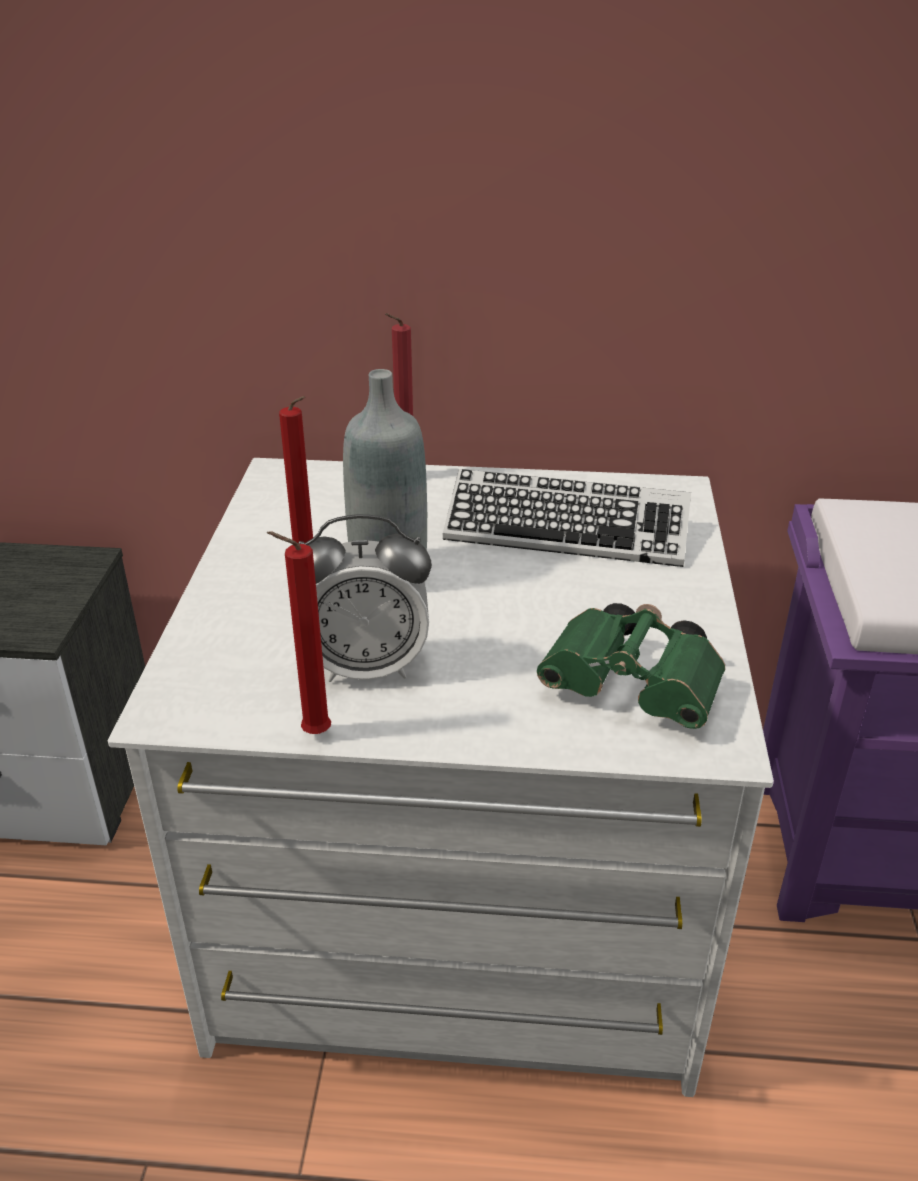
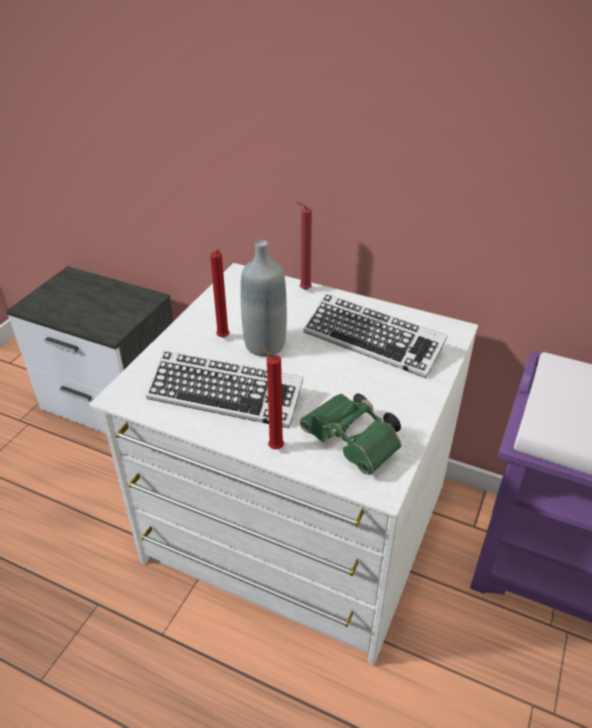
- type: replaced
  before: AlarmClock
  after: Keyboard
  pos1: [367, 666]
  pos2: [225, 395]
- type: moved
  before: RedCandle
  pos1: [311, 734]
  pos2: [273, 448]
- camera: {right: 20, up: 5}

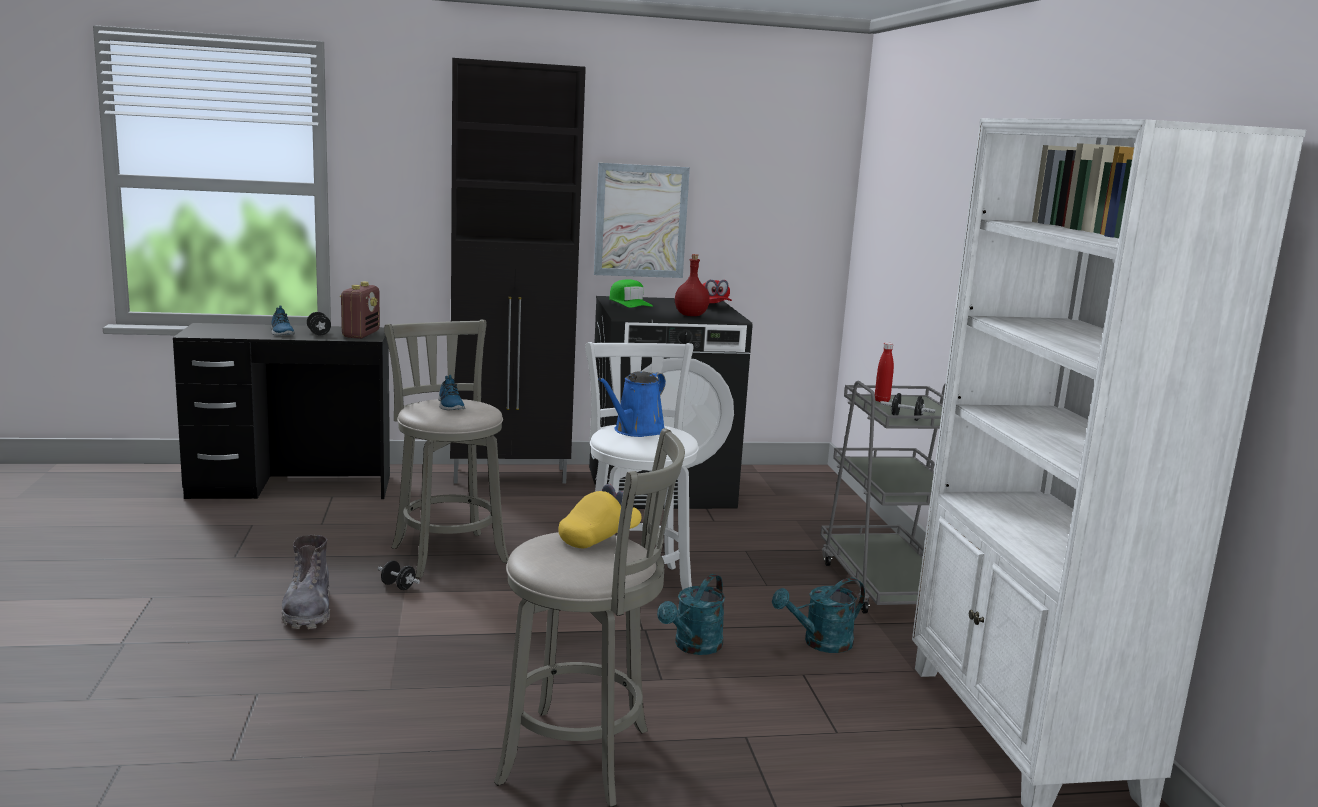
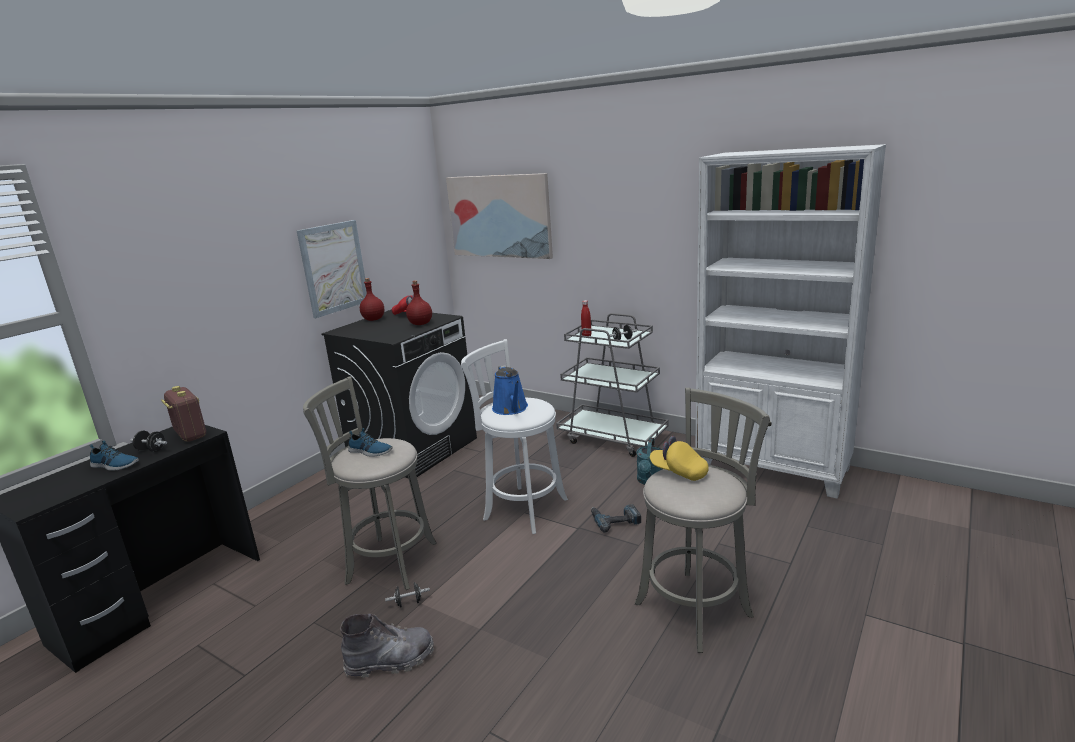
- type: turned
  before: GreyBoot
  pos1: [308, 610]
  pos2: [391, 661]
  turn: -45
- type: added
  after: RedBottle
  pos2: [373, 319]
- type: added
  after: Picture
  pos2: [500, 216]
- type: replaced
  before: TurquoiseWateringCan
  after: PowerDrill
  pos1: [693, 647]
  pos2: [615, 520]
- type: turned
  before: YellowCap
  pos1: [599, 538]
  pos2: [678, 472]
  turn: -60
- type: removed
  before: BlackCabinet
  pos1: [511, 476]
- type: removed
  before: GreenCap
  pos1: [629, 303]
- camera: {right: -45, up: 5}

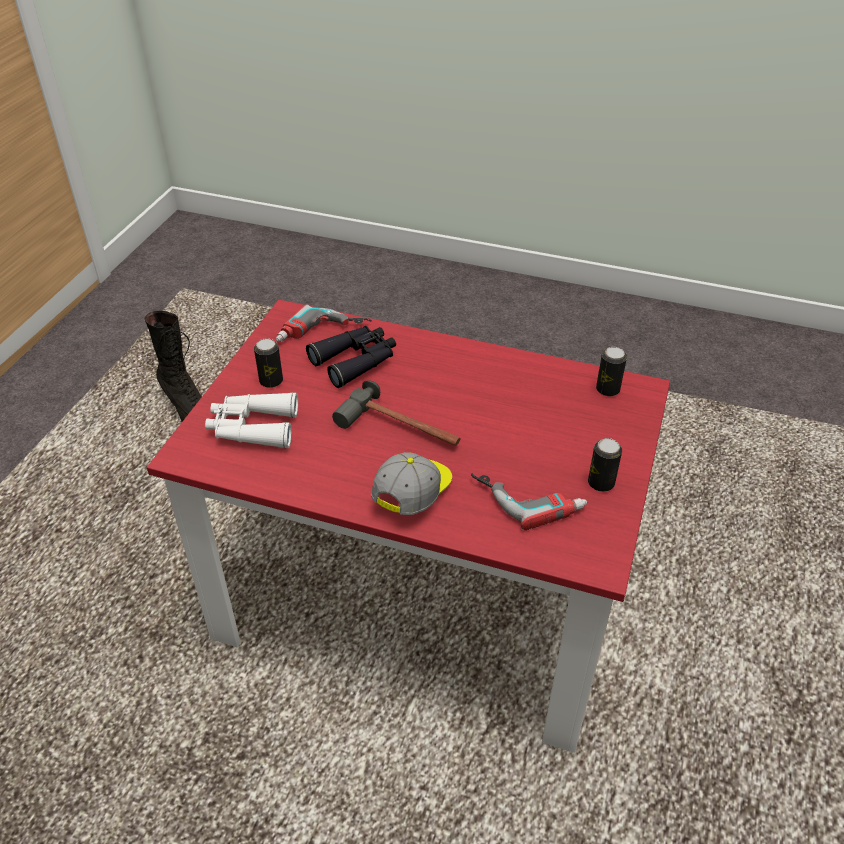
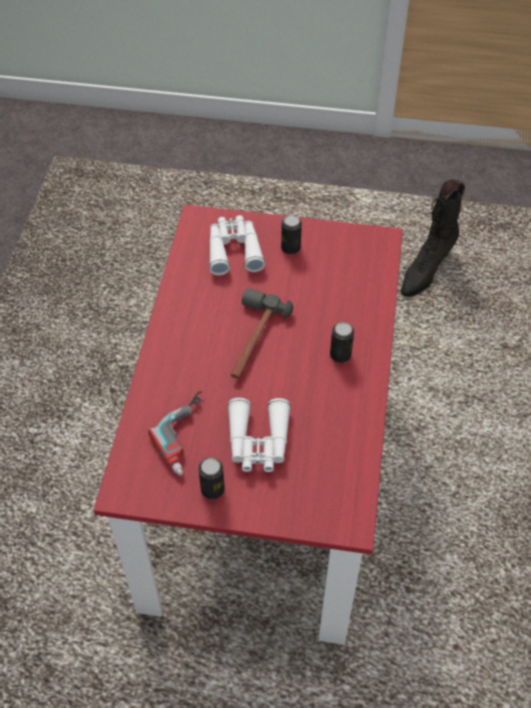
- type: added
  after: WhiteBinoculars
  pos2: [258, 442]
- type: moved
  before: Can
  pos1: [607, 389]
  pos2: [340, 355]
- type: removed
  before: PowerDrill
  pos1: [322, 335]
- type: removed
  before: BlackBinoculars
  pos1: [356, 361]
- type: removed
  before: Cap
  pos1: [414, 494]
- camera: {right: 80, up: 10}

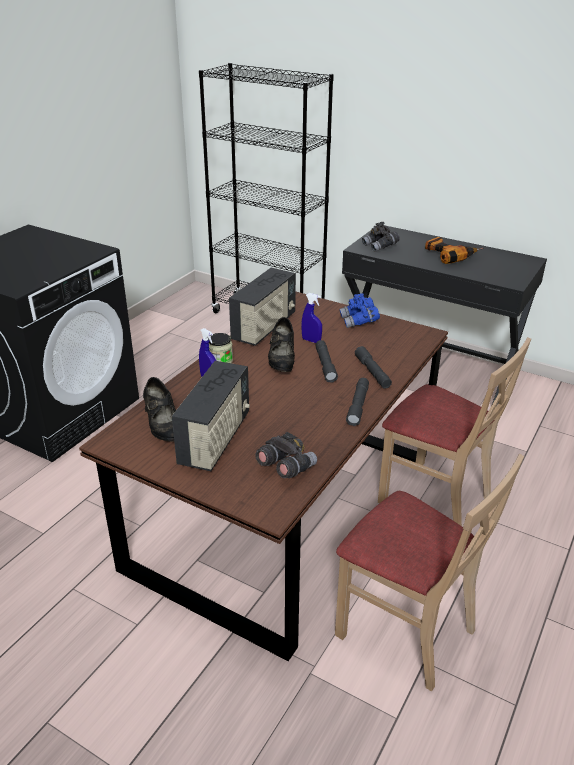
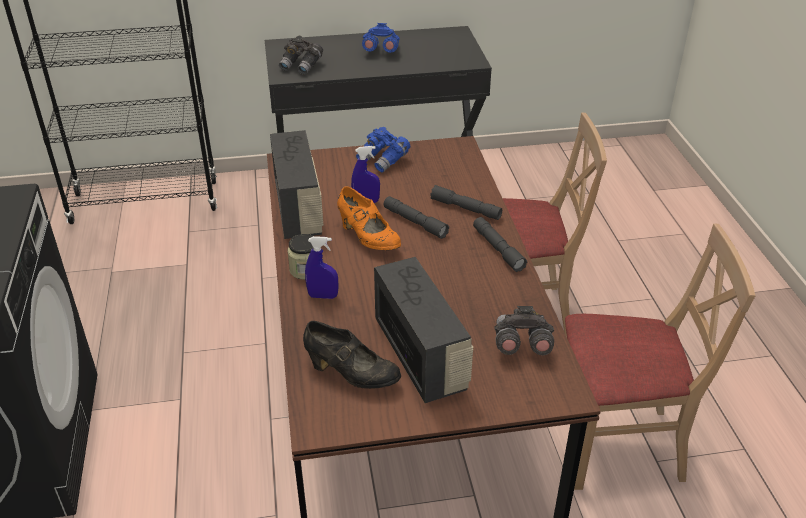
- type: recoloured
  before: BlackShoe
  after: OrangeShoe
  pos1: [282, 361]
  pos2: [368, 238]
- type: replaced
  before: PowerDrill
  after: BlueBinoculars
  pos1: [450, 255]
  pos2: [381, 52]
- camera: {right: -40, up: 5}

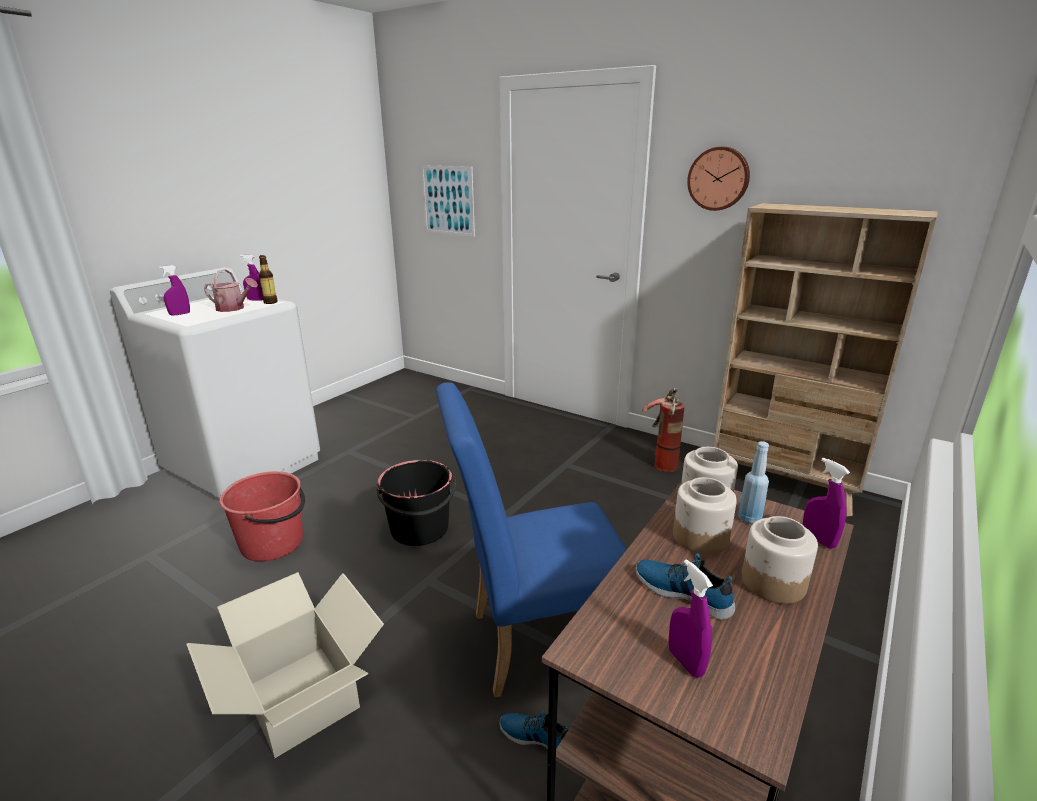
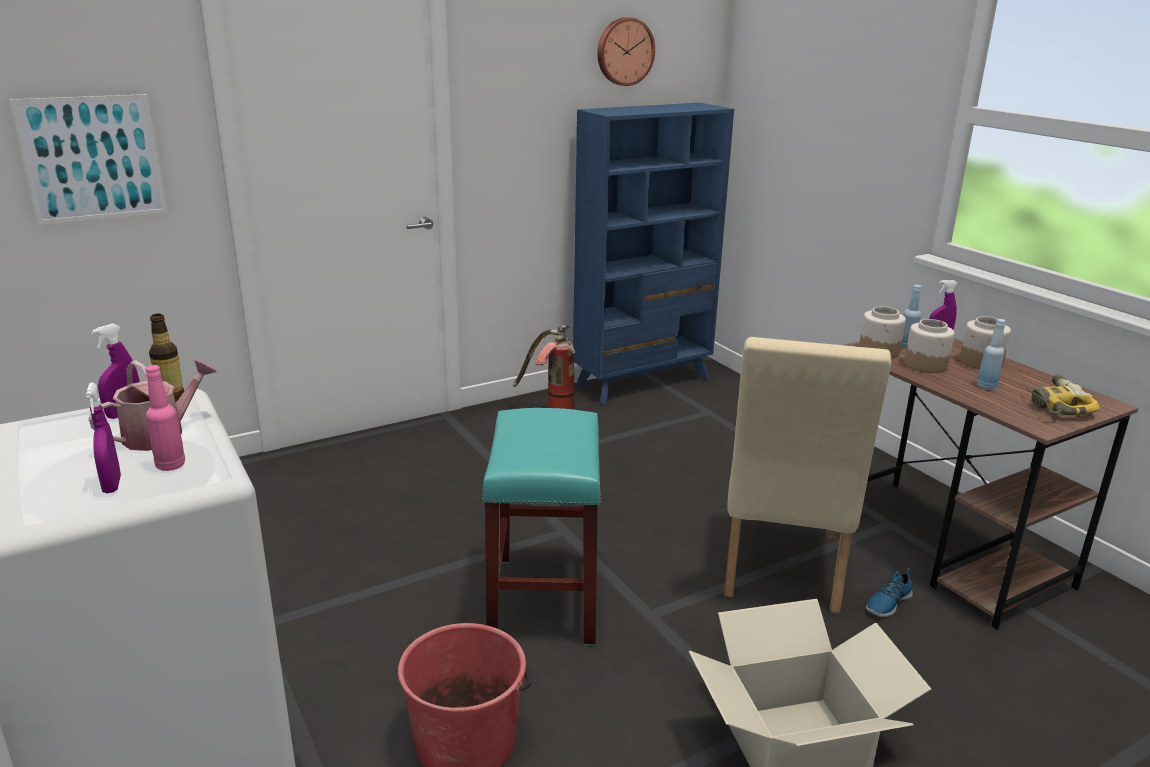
- type: added
  after: PinkBottle
  pos2: [170, 465]
- type: replaced
  before: BlackBucket
  after: TurquoiseStool
  pos1: [420, 529]
  pos2: [545, 600]
- type: recoloured
  before: BeigeBookcase
  after: BlueBookcase
  pos1: [784, 484]
  pos2: [643, 382]
- type: moved
  before: WallClock
  pos1: [719, 178]
  pos2: [624, 51]
- type: recoloured
  before: BlueChair
  after: BeigeChair
  pos1: [534, 641]
  pos2: [780, 572]
- type: replaced
  before: Shoe
  after: BlueBottle
  pos1: [683, 592]
  pos2: [986, 386]
- type: replaced
  before: PurpleSprayBottle
  after: PowerDrill
  pos1: [685, 662]
  pos2: [1053, 404]
- camera: {right: -65, up: 0}

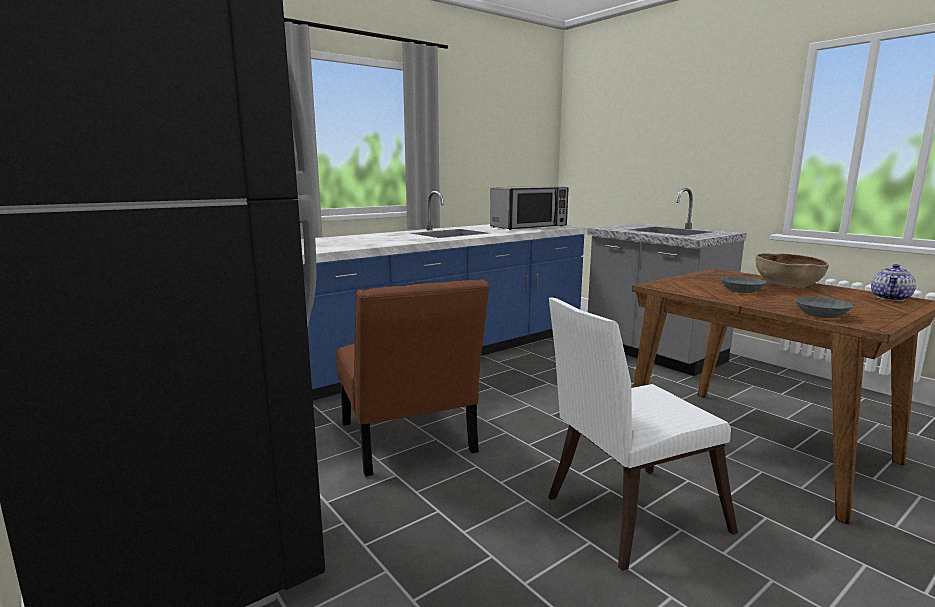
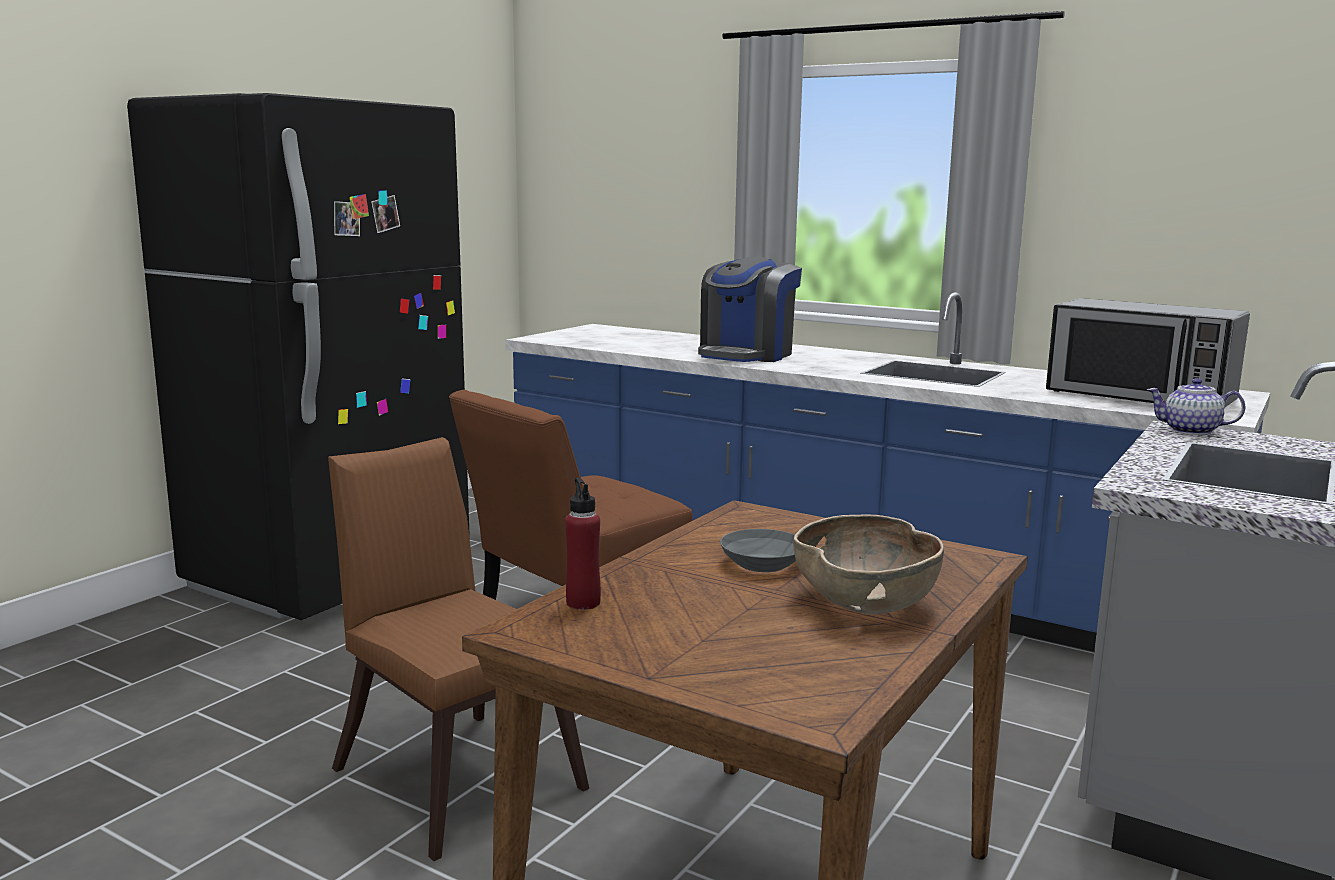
- type: recoloured
  before: WhiteChair
  after: BrownChair
  pos1: [626, 516]
  pos2: [453, 772]
- type: replaced
  before: GreyBowl
  after: RedBottle
  pos1: [820, 315]
  pos2: [583, 603]
- type: added
  after: CoffeeMachine
  pos2: [746, 355]
- type: moved
  before: Teapot
  pos1: [891, 298]
  pos2: [1190, 431]
- camera: {right: 70, up: 0}

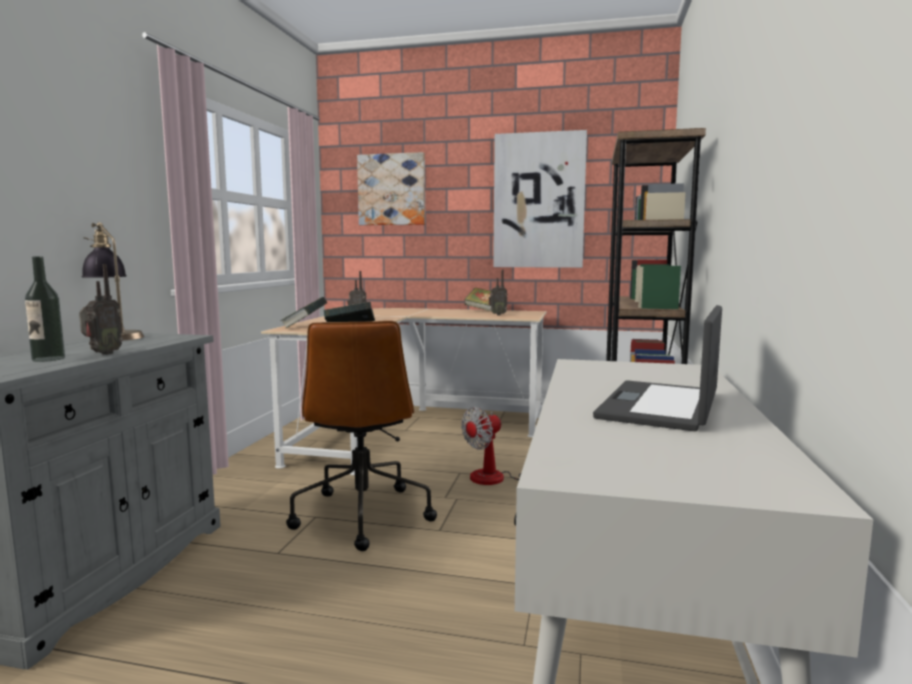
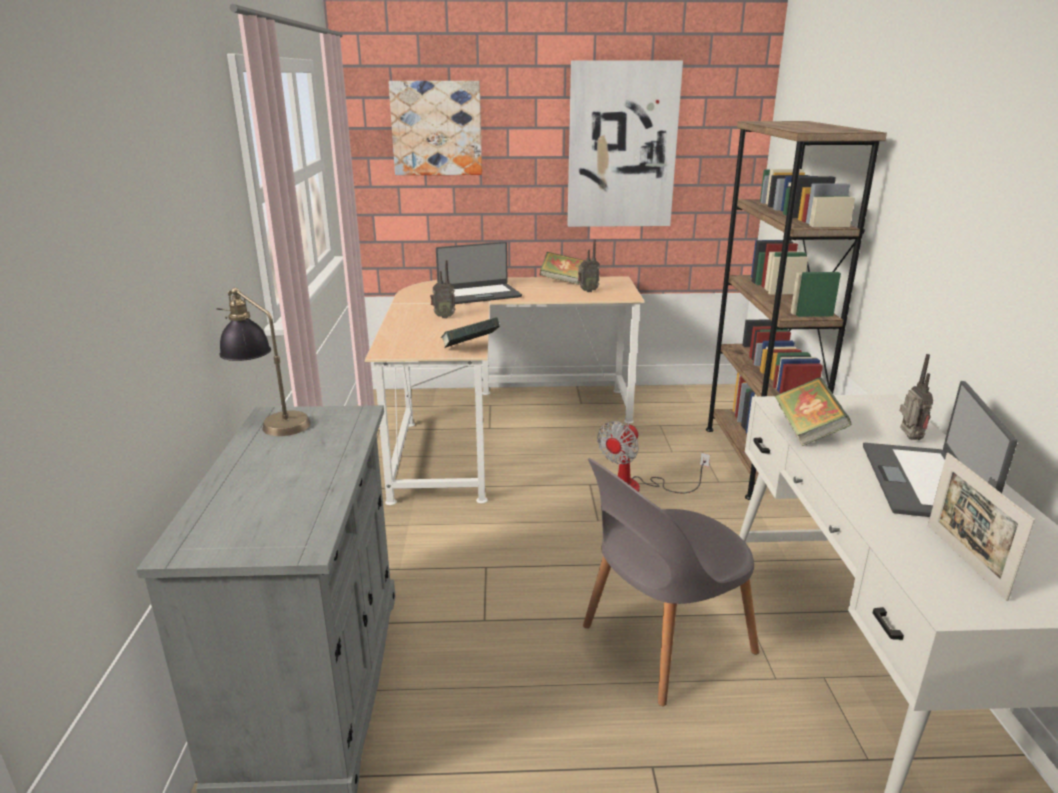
- type: added
  after: Laptop
  pos2: [479, 294]
- type: added
  after: GreyChair
  pos2: [662, 642]
- type: moved
  before: Book
  pos1: [304, 326]
  pos2: [807, 431]
- type: moved
  before: Radio
  pos1: [102, 354]
  pos2: [908, 439]
- type: added
  after: PictureFrame
  pos2: [964, 560]
- type: removed
  before: Bottle
  pos1: [48, 359]
- type: removed
  before: BrownOfficeChair
  pos1: [362, 514]
- camera: {right: -15, up: 15}

